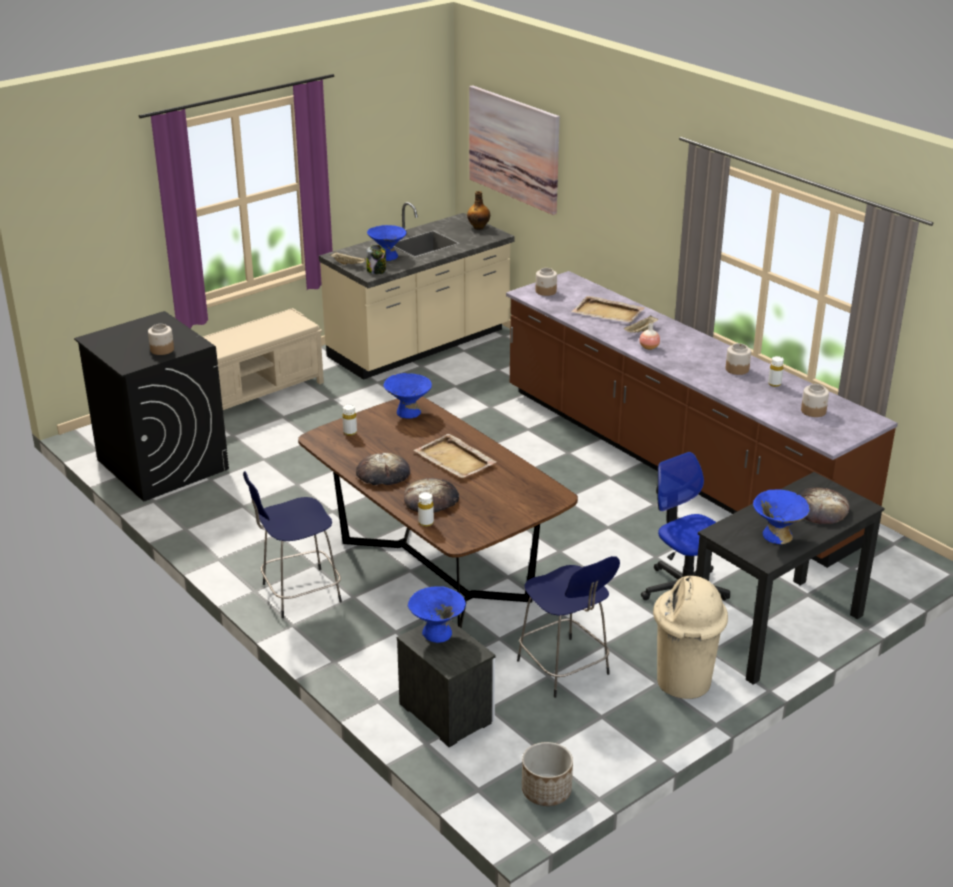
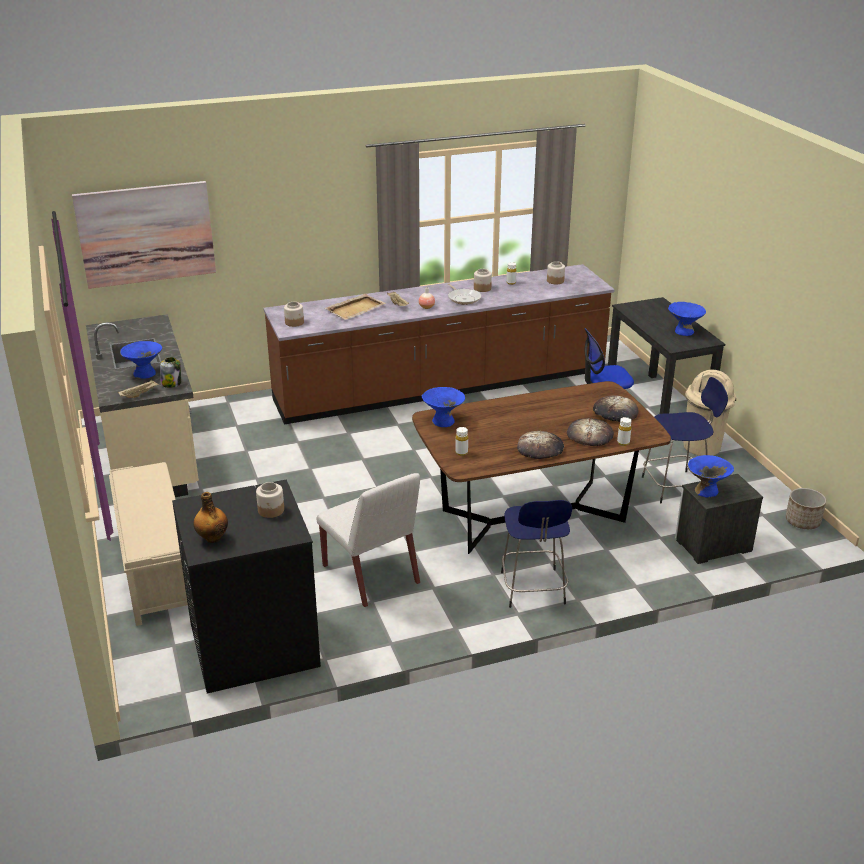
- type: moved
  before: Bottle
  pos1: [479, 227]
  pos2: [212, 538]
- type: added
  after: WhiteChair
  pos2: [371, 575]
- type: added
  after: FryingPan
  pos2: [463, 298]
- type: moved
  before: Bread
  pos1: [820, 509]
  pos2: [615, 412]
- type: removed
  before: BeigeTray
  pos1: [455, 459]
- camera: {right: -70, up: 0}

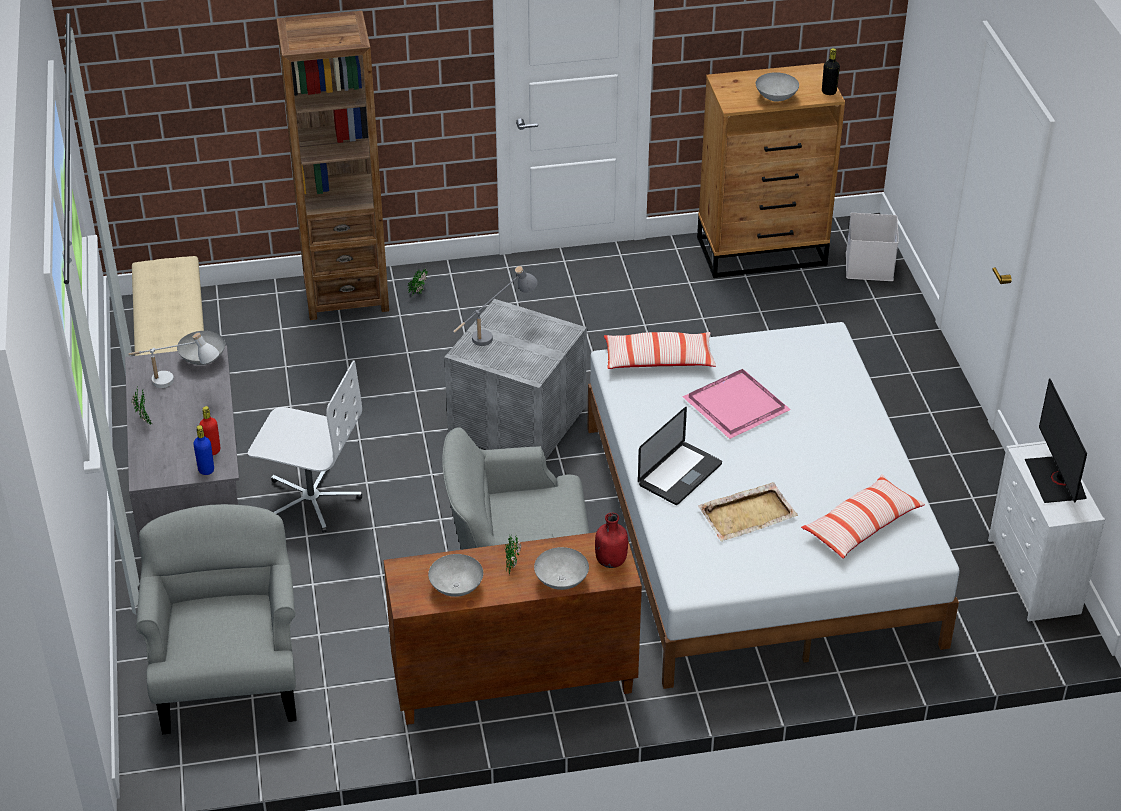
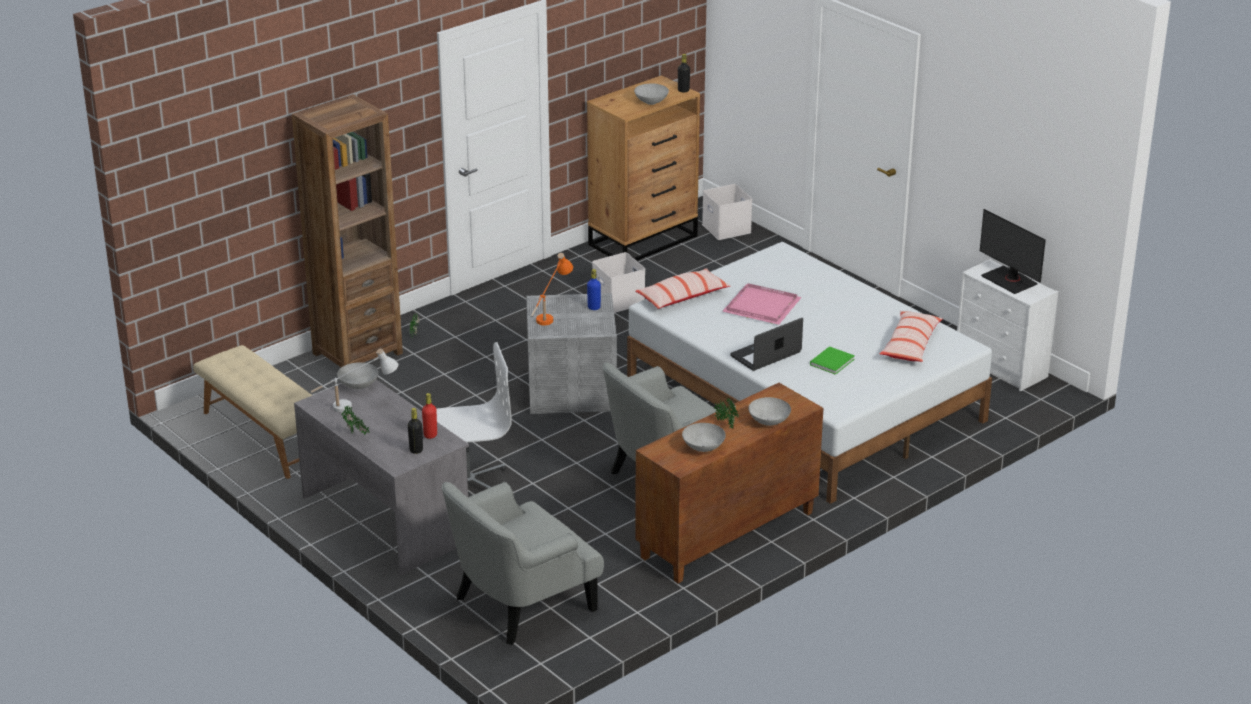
- type: added
  after: BlackBottle
  pos2: [416, 450]
- type: turned
  before: GreyArmchair
  pos1: [229, 678]
  pos2: [521, 603]
  turn: -90
- type: recoloured
  before: GreyTableLamp
  after: OrangeTableLamp
  pos1: [495, 333]
  pos2: [550, 315]
- type: moved
  before: BlueBottle
  pos1: [206, 470]
  pos2: [594, 307]
- type: added
  after: WhiteStorageBox
  pos2: [620, 300]
- type: turned
  before: Laptop
  pos1: [680, 475]
  pos2: [765, 354]
  turn: -135
- type: replaced
  before: BeigeTray
  after: GreenBook
  pos1: [748, 514]
  pos2: [833, 361]
- type: removed
  before: RedBottle
  pos1: [611, 560]
- camera: {right: -30, up: -10}

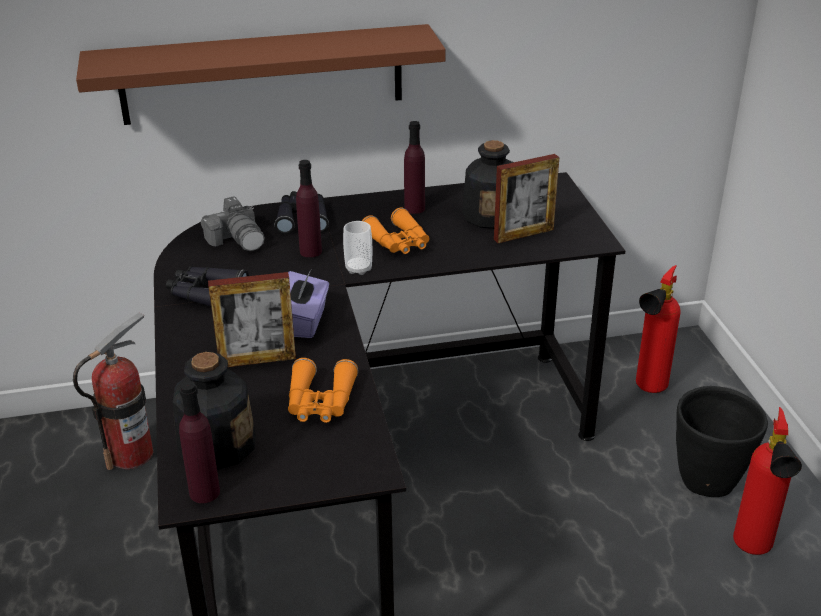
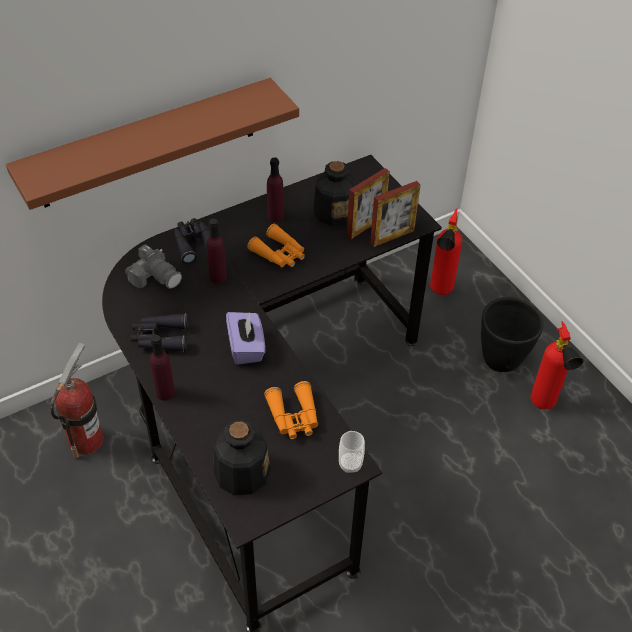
- type: moved
  before: PurpleBottle
  pos1: [204, 492]
  pos2: [165, 392]
- type: moved
  before: Cup
  pos1: [358, 269]
  pos2: [350, 464]
- type: moved
  before: PictureFrame
  pos1: [257, 360]
  pos2: [392, 237]
- camera: {right: -20, up: 15}

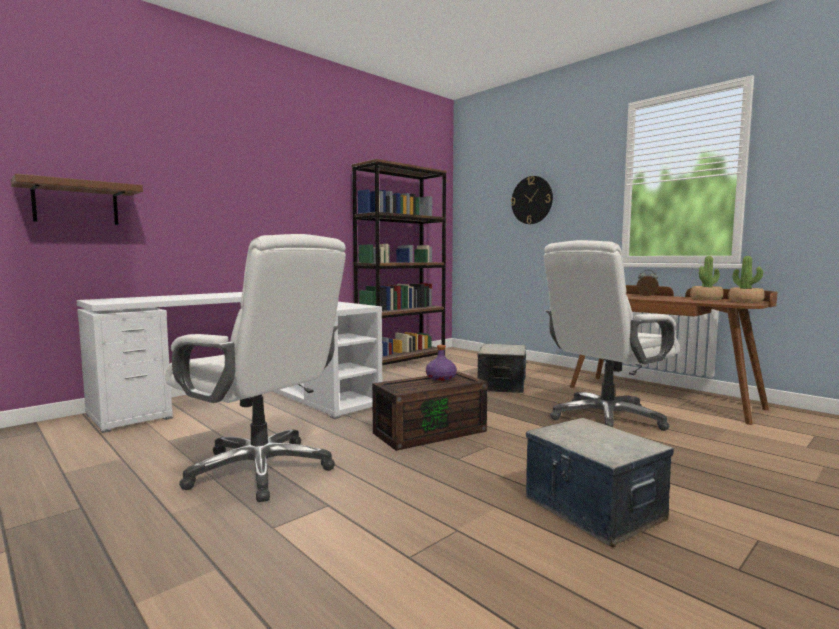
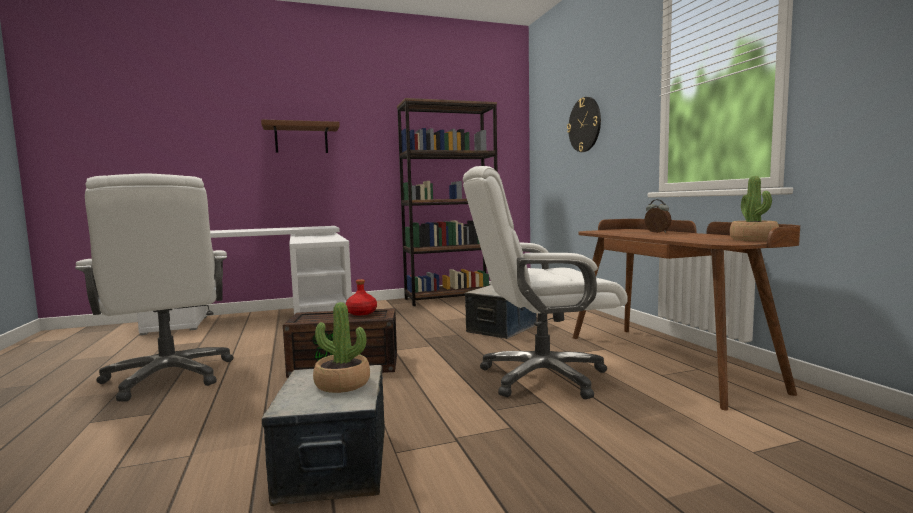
- type: moved
  before: BrownShelf
  pos1: [76, 204]
  pos2: [301, 139]
- type: moved
  before: PottedPlant
  pos1: [706, 299]
  pos2: [342, 384]
- type: recoloured
  before: PurpleBottle
  after: RedBottle
  pos1: [440, 378]
  pos2: [361, 313]
- camera: {right: 25, up: 0}

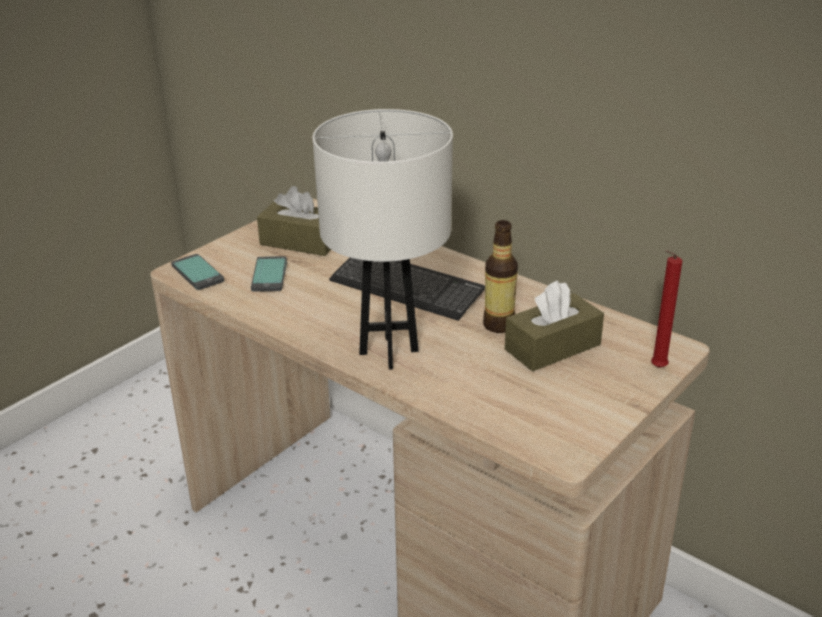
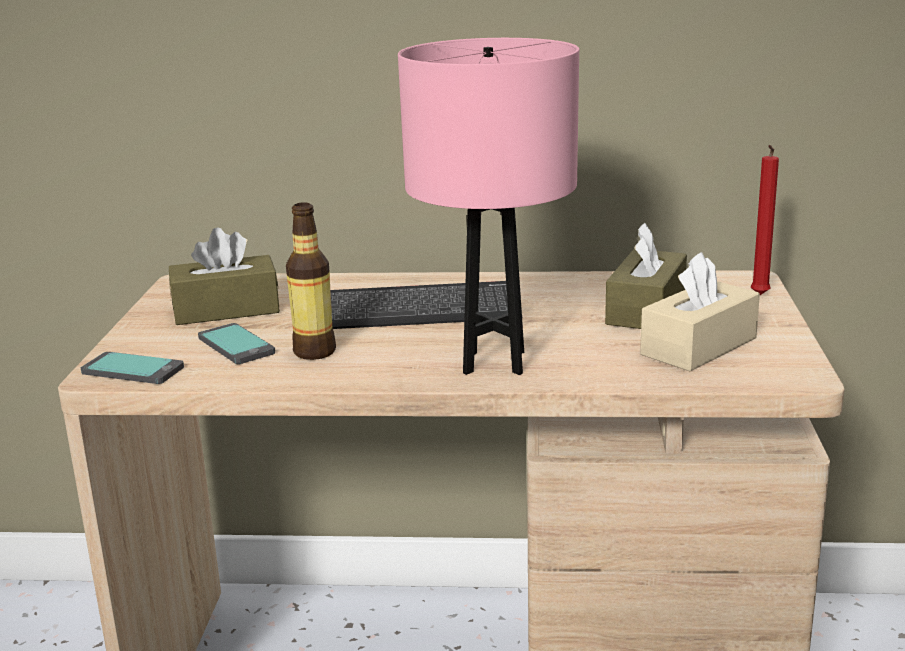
- type: moved
  before: Bottle
  pos1: [499, 325]
  pos2: [314, 352]
- type: recoloured
  before: WhiteTableLamp
  after: PinkTableLamp
  pos1: [388, 352]
  pos2: [494, 363]
- type: added
  after: BeigeTissueBox
  pos2: [699, 346]
- camera: {right: -35, up: -10}

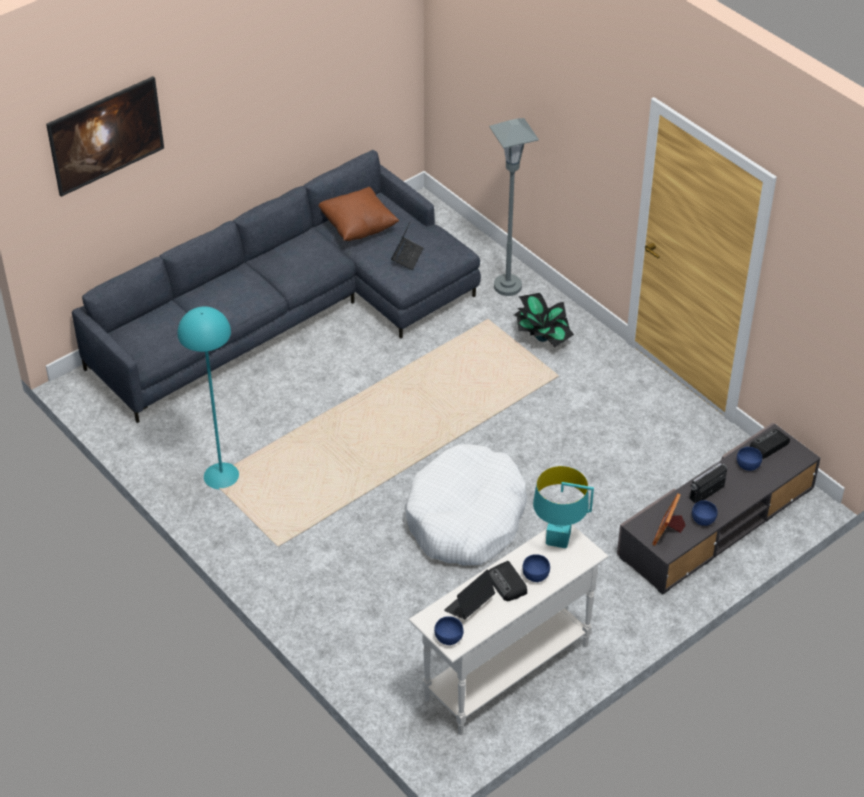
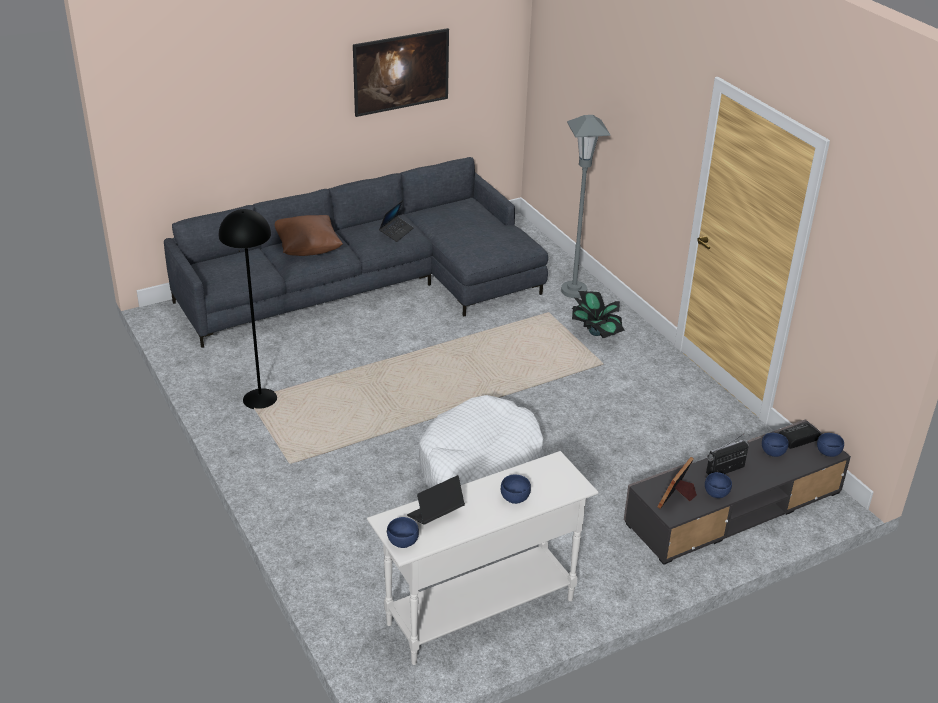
- type: recoloured
  before: TurquoiseFloorLamp
  after: BlackFloorLamp
  pos1: [221, 475]
  pos2: [260, 398]
- type: moved
  before: BrownPillow
  pos1: [358, 227]
  pos2: [308, 249]
- type: moved
  before: Picture
  pos1: [109, 153]
  pos2: [401, 89]
- type: moved
  before: Laptop
  pos1: [407, 256]
  pos2: [396, 232]
- type: added
  after: BlueBowl
  pos2: [828, 452]
- type: removed
  before: Radio
  pos1: [507, 584]
- type: removed
  before: TurquoiseTableLamp
  pos1: [558, 539]
- camera: {right: 10, up: -10}

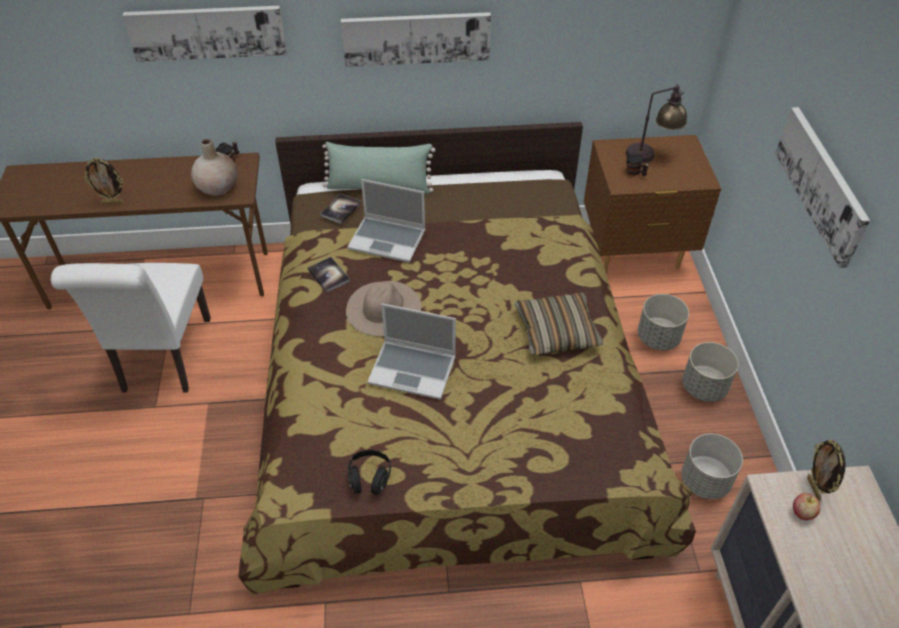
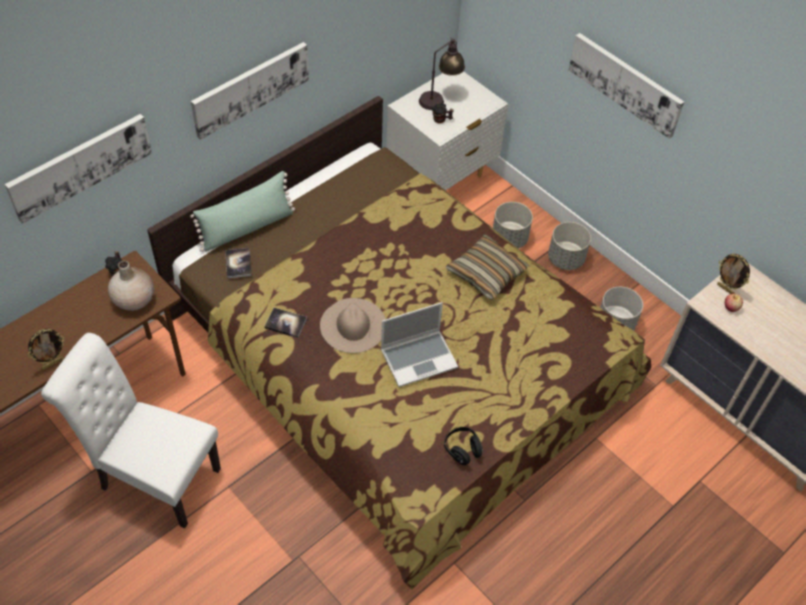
- type: turned
  before: WhiteChair
  pos1: [164, 359]
  pos2: [153, 477]
  turn: 150
- type: recoloured
  before: BrownNightstand
  after: WhiteNightstand
  pos1: [635, 252]
  pos2: [441, 179]
- type: removed
  before: Laptop
  pos1: [388, 240]
- camera: {right: -40, up: 5}

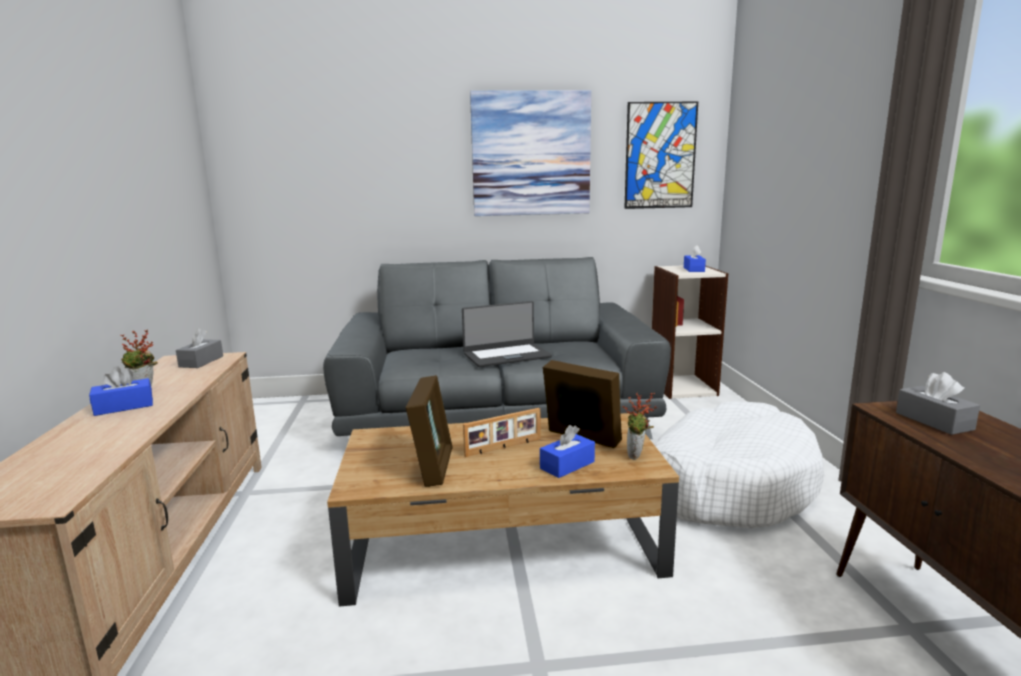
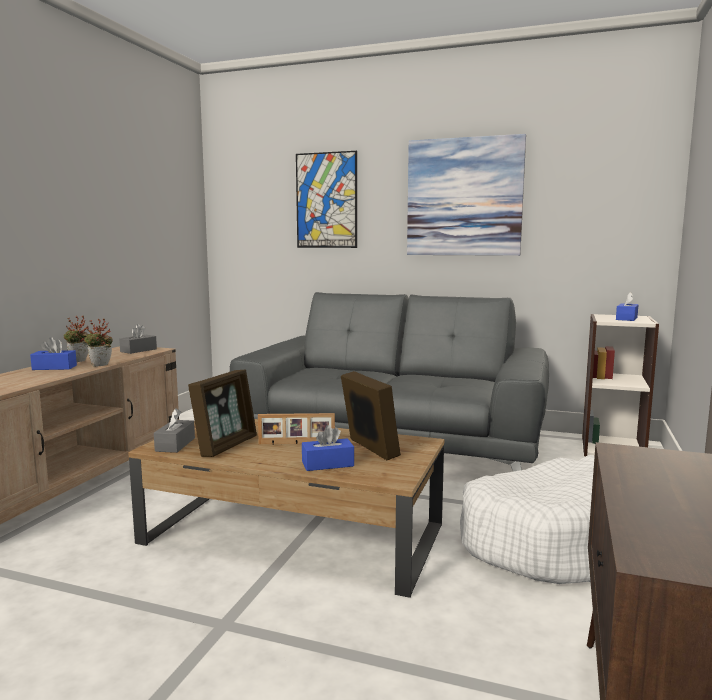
- type: moved
  before: PottedPlant
  pos1: [637, 456]
  pos2: [100, 366]
- type: moved
  before: GreyTissueBox
  pos1: [934, 421]
  pos2: [175, 444]
- type: moved
  before: Picture
  pos1: [660, 156]
  pos2: [326, 200]
- type: removed
  before: Laptop
  pos1: [506, 355]
- camera: {right: 25, up: -5}

